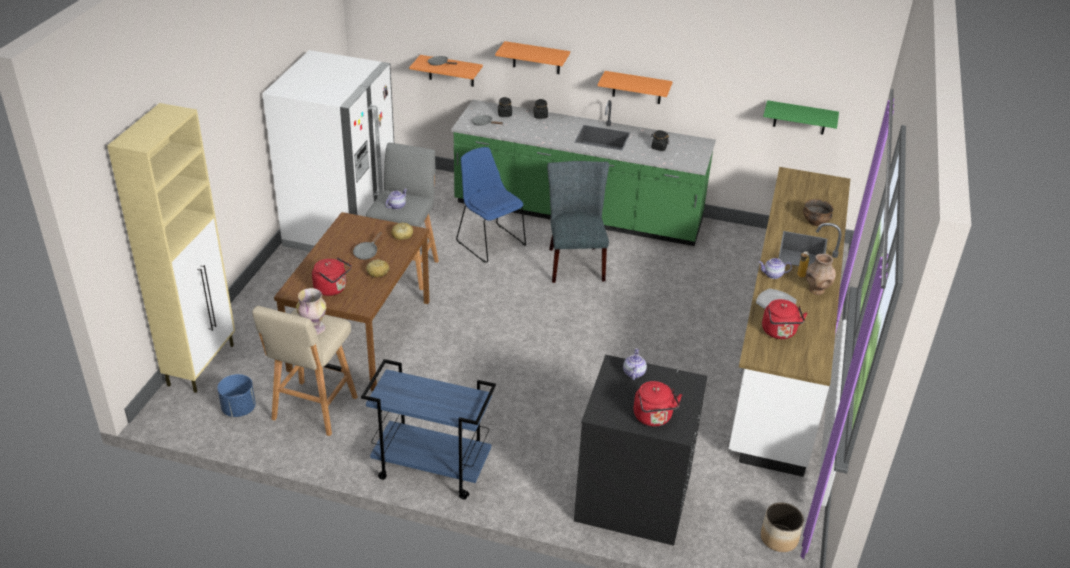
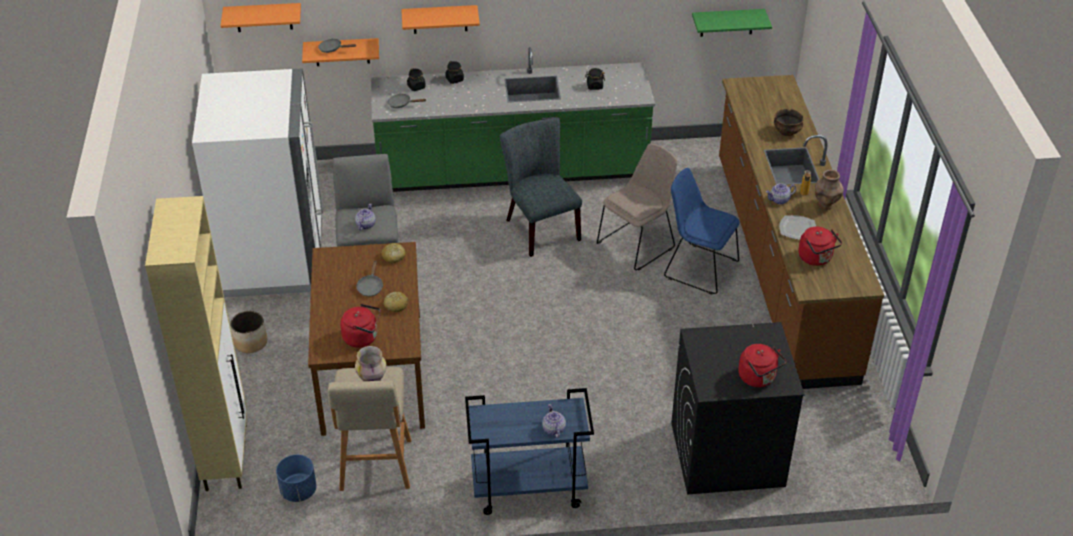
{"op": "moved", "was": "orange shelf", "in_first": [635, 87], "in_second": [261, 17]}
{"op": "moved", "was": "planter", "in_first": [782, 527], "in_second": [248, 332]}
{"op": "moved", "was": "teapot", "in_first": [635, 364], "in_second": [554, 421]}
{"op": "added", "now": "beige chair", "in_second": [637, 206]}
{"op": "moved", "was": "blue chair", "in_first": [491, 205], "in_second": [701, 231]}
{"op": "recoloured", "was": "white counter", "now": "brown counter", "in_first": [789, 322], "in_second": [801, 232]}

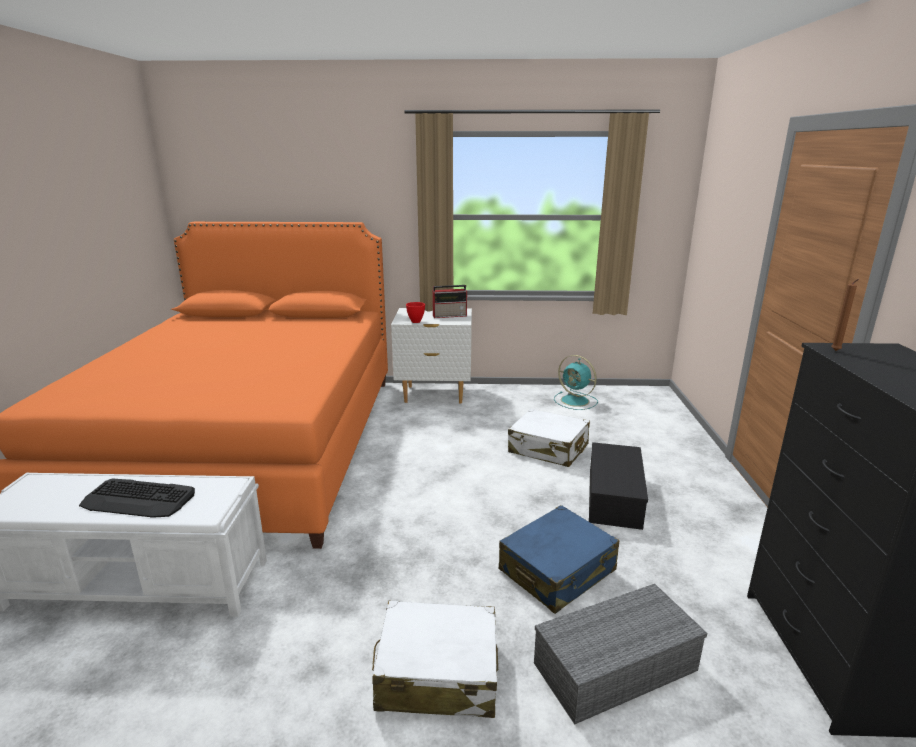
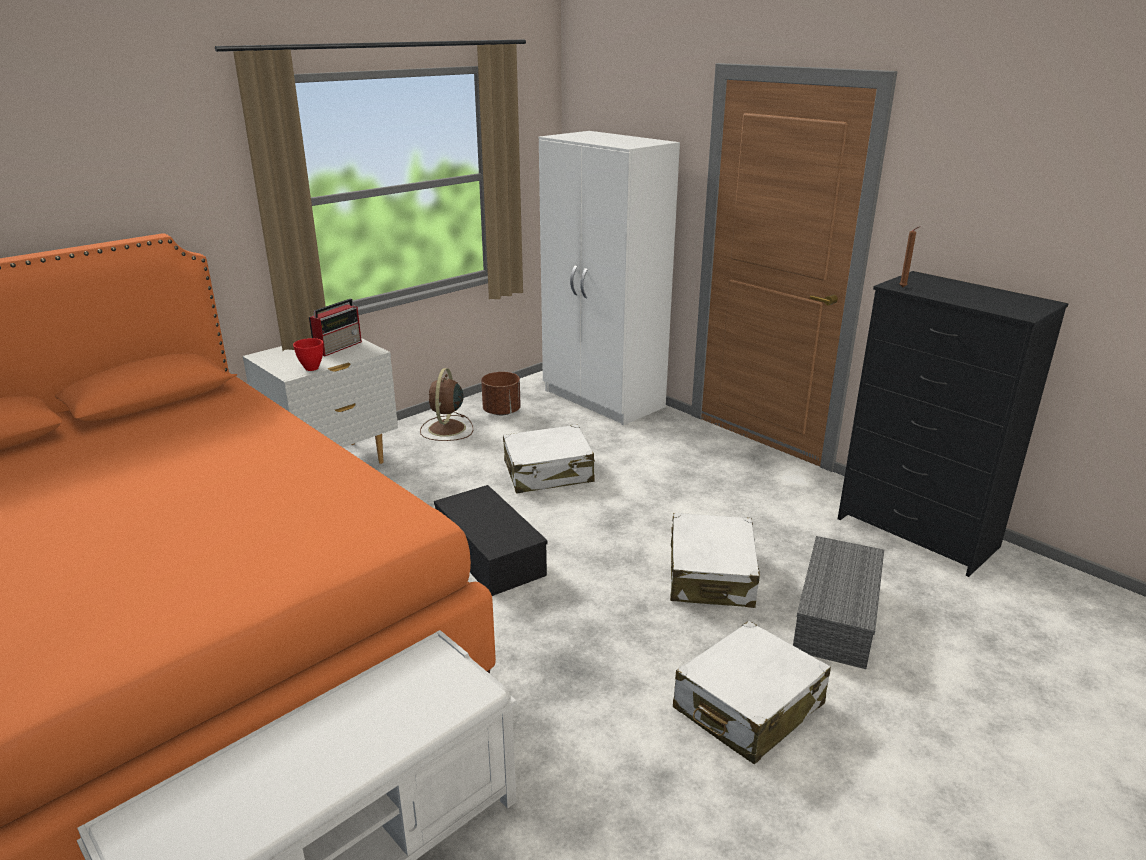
{"op": "added", "now": "brown fan", "in_second": [446, 404]}
{"op": "moved", "was": "black storage box", "in_first": [618, 486], "in_second": [491, 540]}
{"op": "replaced", "was": "turquoise fan", "now": "brown planter", "in_first": [576, 382], "in_second": [501, 393]}
{"op": "added", "now": "white wardrobe", "in_second": [609, 278]}
{"op": "recoloured", "was": "blue suitcase", "now": "white suitcase", "in_first": [559, 559], "in_second": [715, 560]}
{"op": "removed", "was": "keyboard", "in_first": [137, 498]}

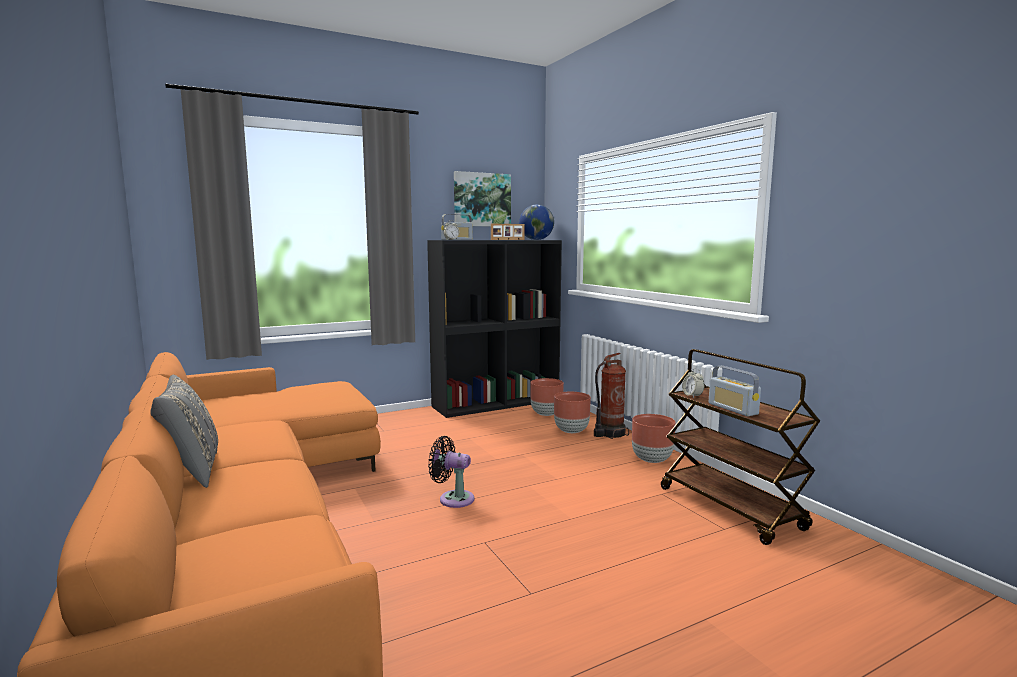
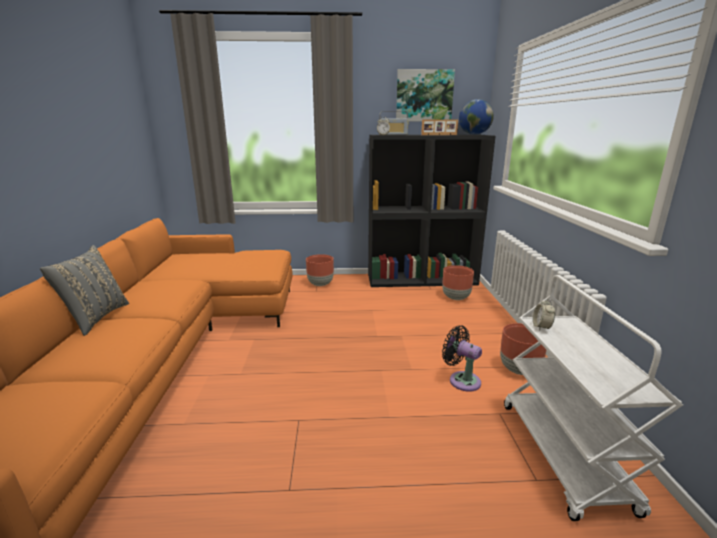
{"op": "moved", "was": "brown planter", "in_first": [572, 412], "in_second": [320, 270]}
{"op": "moved", "was": "black fan", "in_first": [451, 472], "in_second": [462, 358]}
{"op": "recoloured", "was": "brown cart", "now": "white cart", "in_first": [740, 447], "in_second": [593, 398]}
{"op": "removed", "was": "fire extinguisher", "in_first": [611, 396]}
{"op": "removed", "was": "radio", "in_first": [735, 391]}

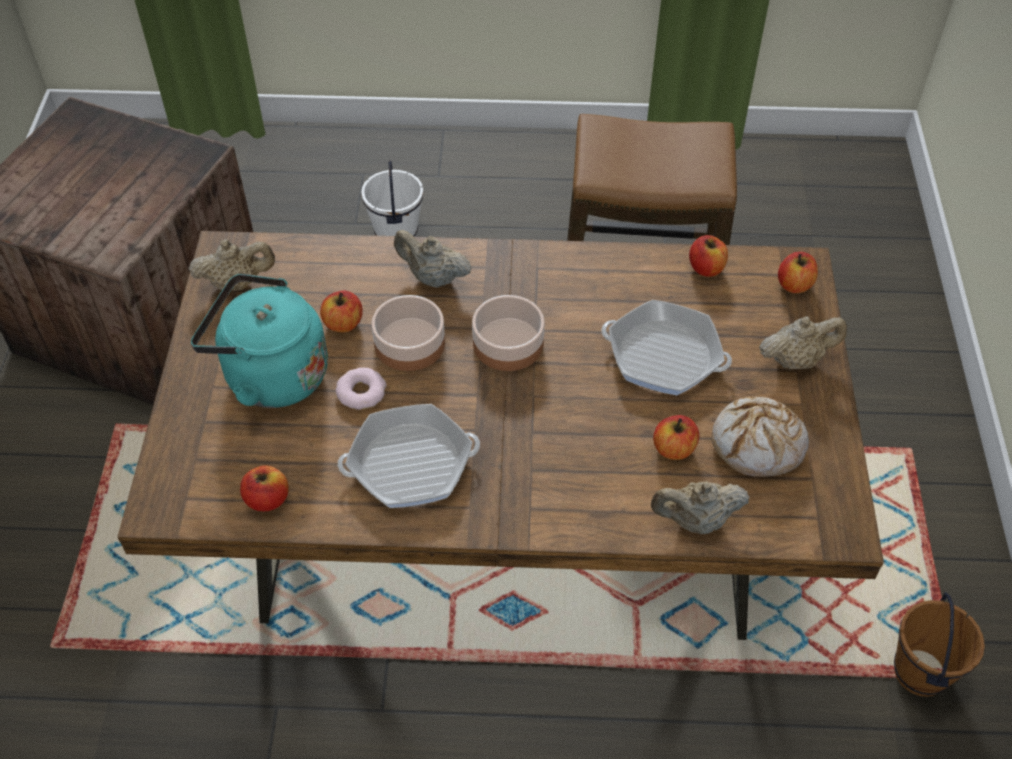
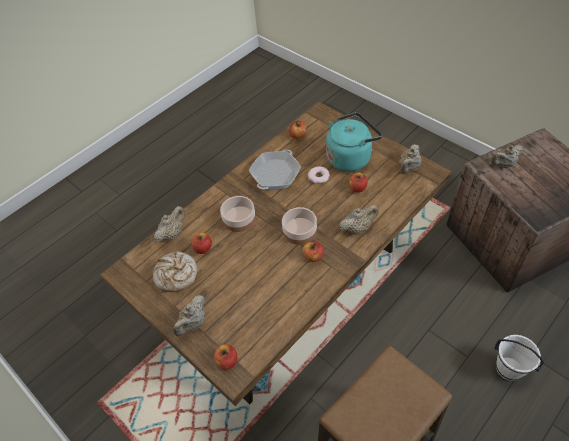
{"op": "moved", "was": "bowl", "in_first": [408, 333], "in_second": [238, 214]}
{"op": "moved", "was": "apple", "in_first": [708, 256], "in_second": [313, 251]}
{"op": "added", "now": "beige teapot", "in_second": [507, 156]}
{"op": "removed", "was": "frying pan", "in_first": [666, 347]}
{"op": "removed", "was": "brown bucket", "in_first": [939, 644]}

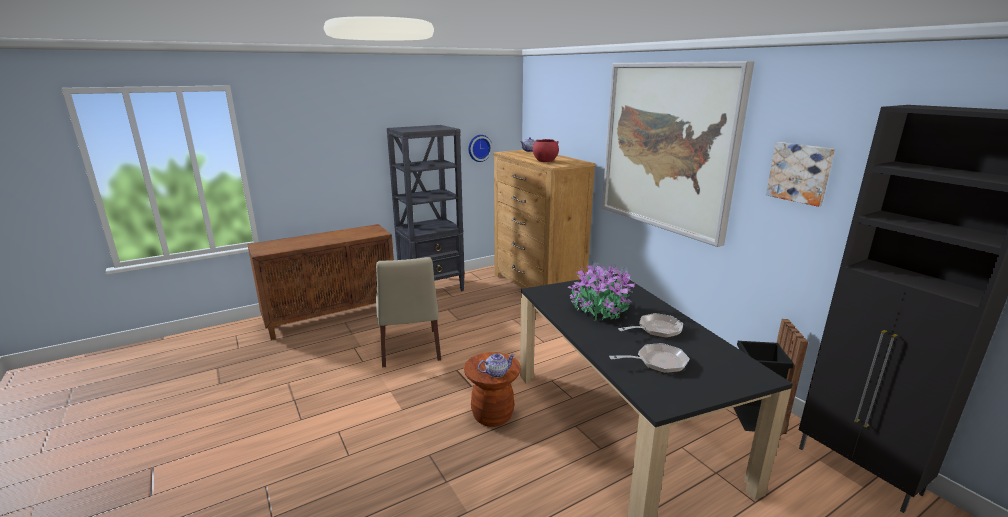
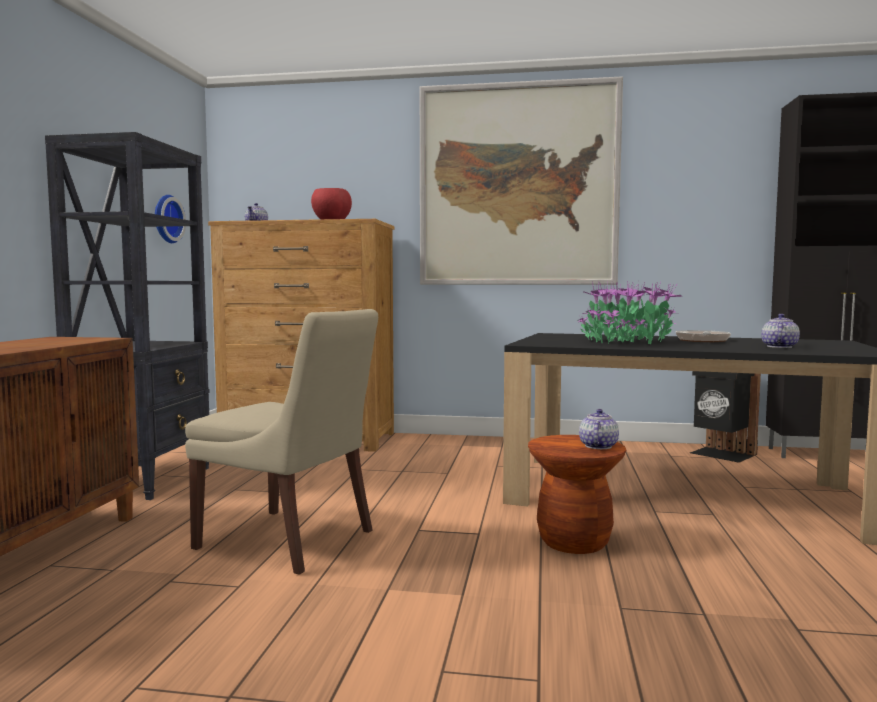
{"op": "replaced", "was": "frying pan", "now": "teapot", "in_first": [649, 358], "in_second": [780, 331]}
{"op": "removed", "was": "picture", "in_first": [800, 174]}

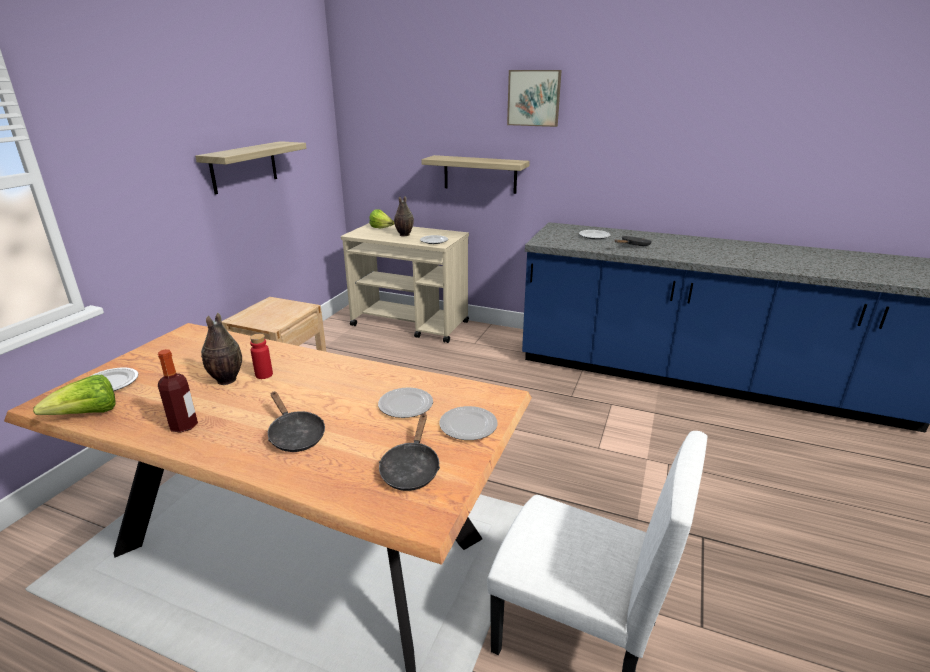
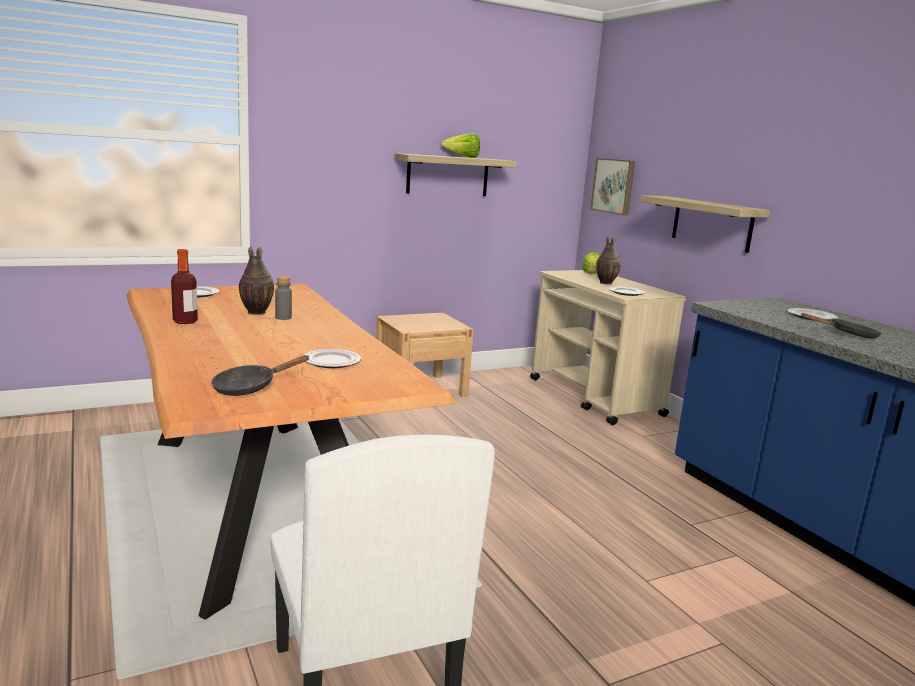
{"op": "recoloured", "was": "red bottle", "now": "grey bottle", "in_first": [261, 356], "in_second": [283, 298]}
{"op": "moved", "was": "lettuce", "in_first": [74, 395], "in_second": [460, 145]}
{"op": "moved", "was": "picture", "in_first": [534, 98], "in_second": [612, 186]}
{"op": "removed", "was": "black frying pan", "in_first": [296, 421]}
{"op": "removed", "was": "plate", "in_first": [468, 423]}

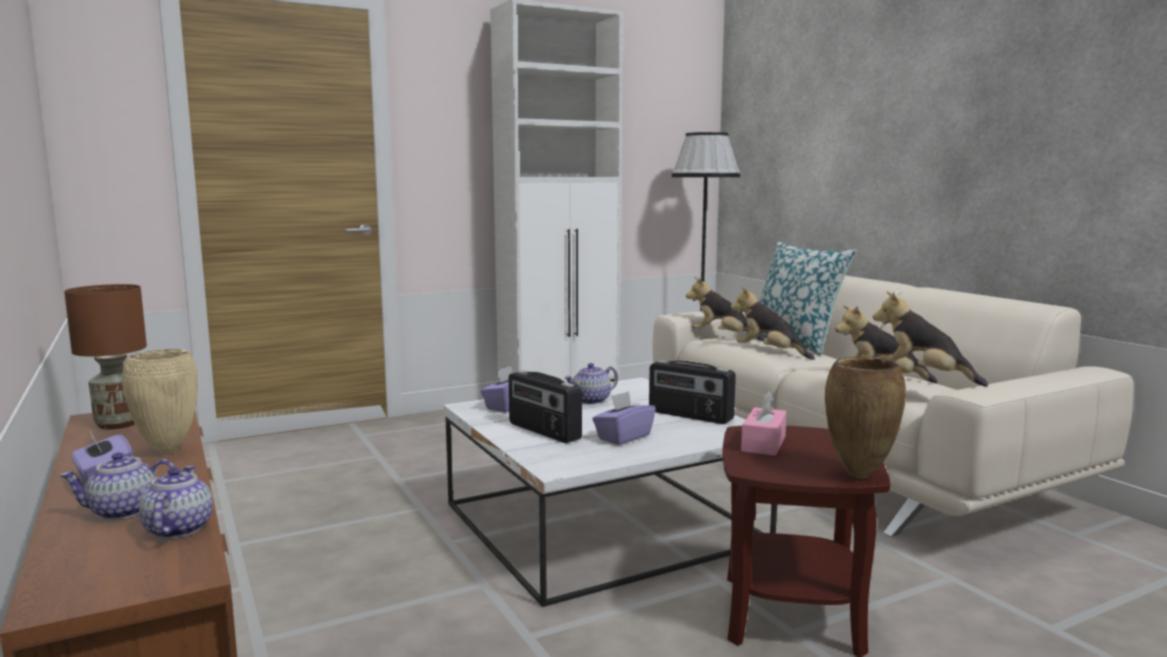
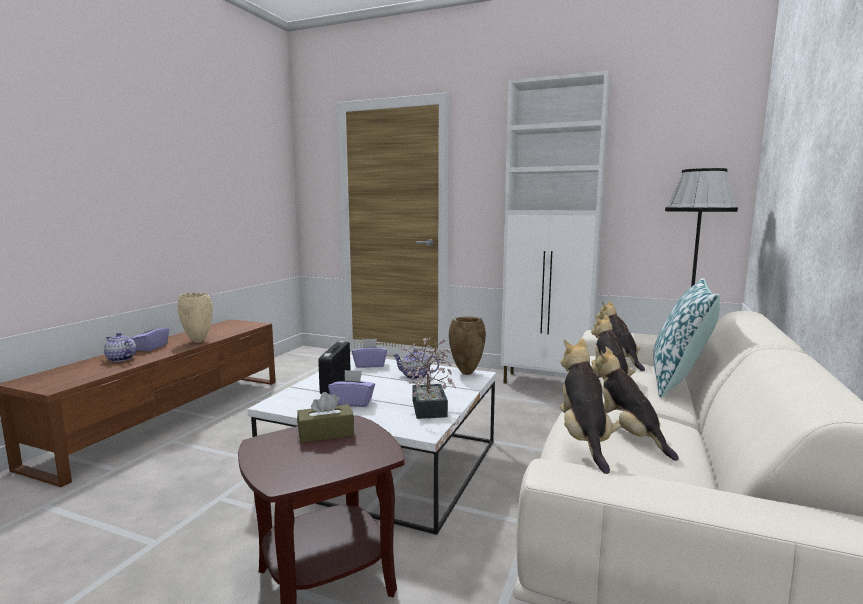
{"op": "recoloured", "was": "pink tissue box", "now": "brown tissue box", "in_first": [764, 424], "in_second": [325, 417]}
{"op": "replaced", "was": "radio", "now": "potted plant", "in_first": [692, 392], "in_second": [427, 378]}
{"op": "moved", "was": "brown vase", "in_first": [865, 418], "in_second": [467, 345]}
{"op": "removed", "was": "brown table lamp", "in_first": [105, 356]}
{"op": "removed", "was": "teapot", "in_first": [176, 502]}

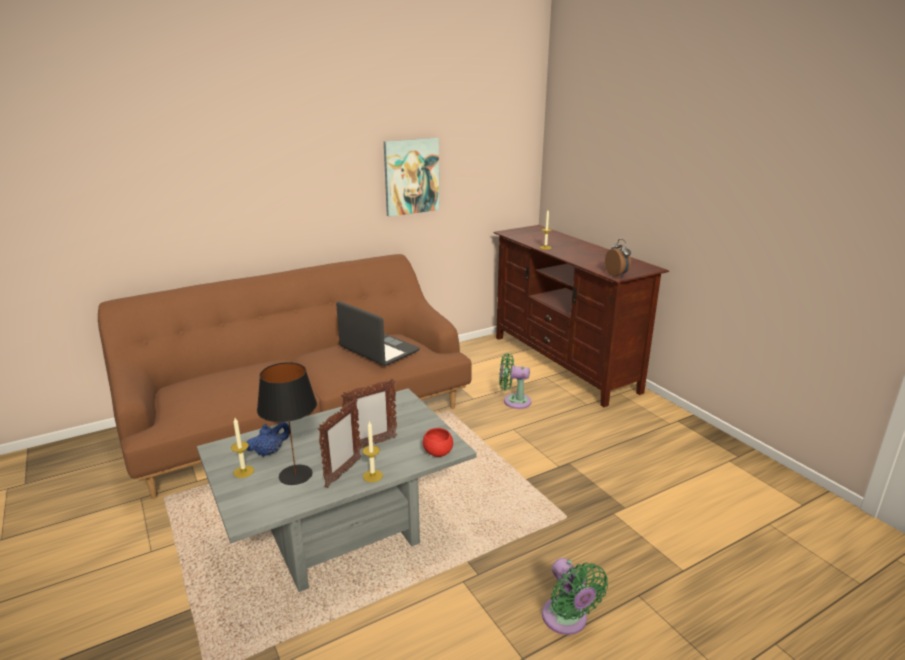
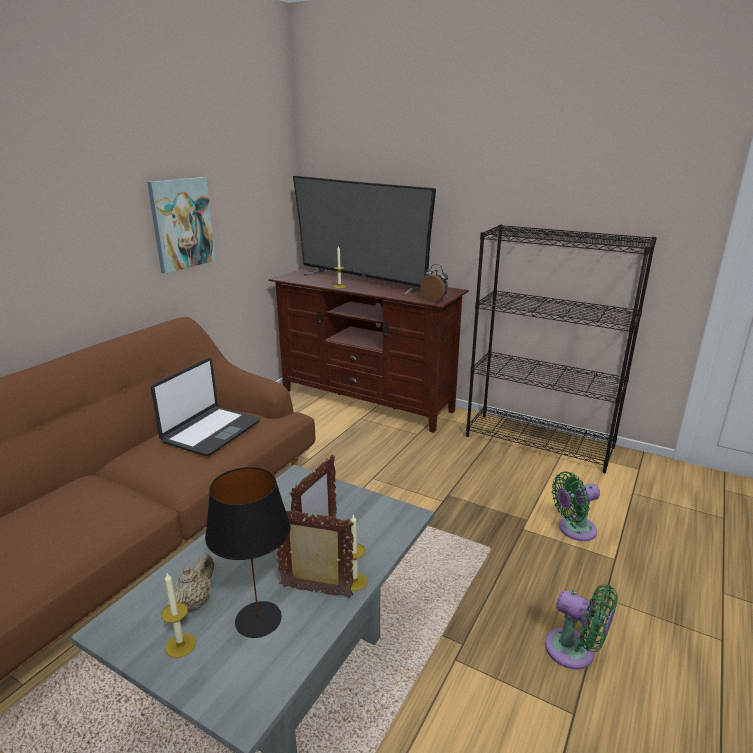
{"op": "turned", "was": "laptop", "in_first": [378, 333], "in_second": [205, 407], "clockwise": 105}
{"op": "recoloured", "was": "blue teapot", "now": "beige teapot", "in_first": [268, 439], "in_second": [190, 583]}
{"op": "turned", "was": "picture frame", "in_first": [339, 443], "in_second": [315, 554], "clockwise": -75}
{"op": "added", "now": "television", "in_second": [364, 236]}
{"op": "added", "now": "black bookcase", "in_second": [561, 348]}
{"op": "moved", "was": "green fan", "in_first": [515, 381], "in_second": [576, 506]}
{"op": "removed", "was": "red bowl", "in_first": [438, 442]}

